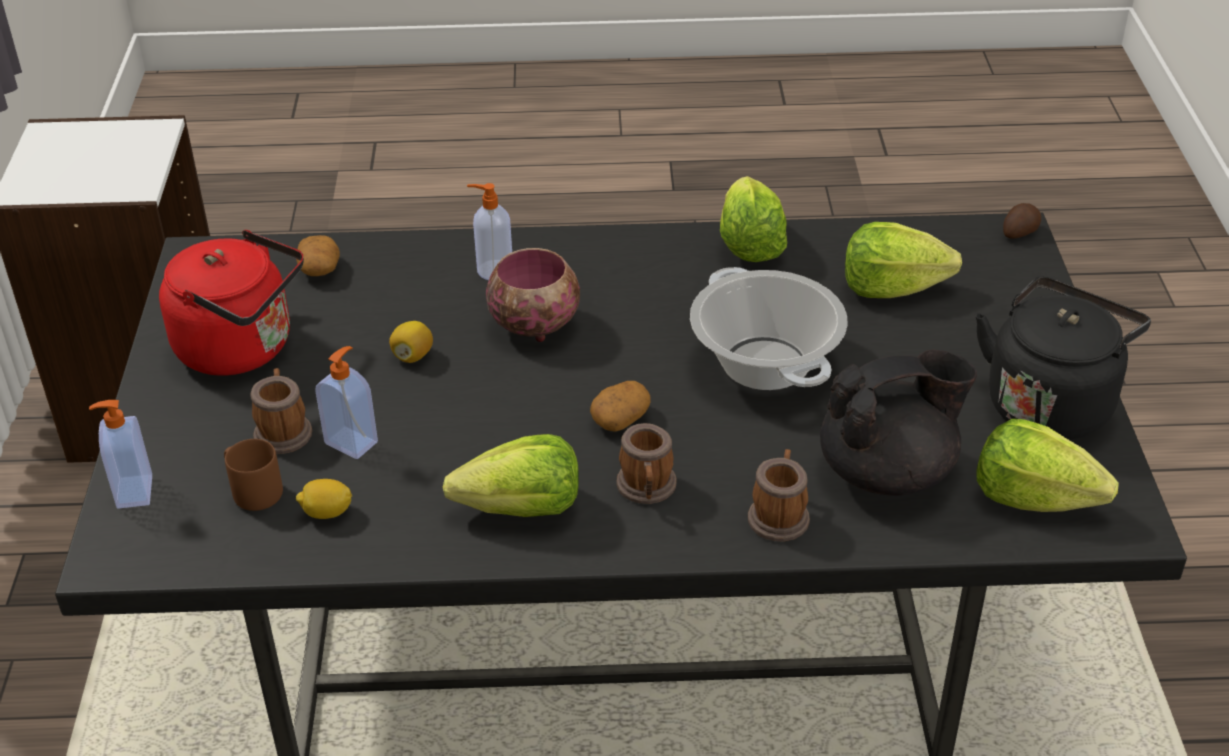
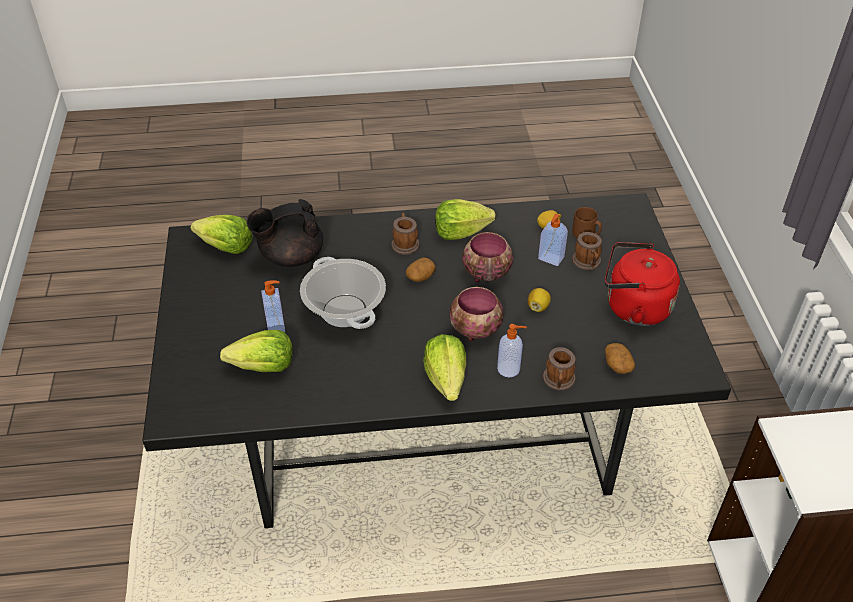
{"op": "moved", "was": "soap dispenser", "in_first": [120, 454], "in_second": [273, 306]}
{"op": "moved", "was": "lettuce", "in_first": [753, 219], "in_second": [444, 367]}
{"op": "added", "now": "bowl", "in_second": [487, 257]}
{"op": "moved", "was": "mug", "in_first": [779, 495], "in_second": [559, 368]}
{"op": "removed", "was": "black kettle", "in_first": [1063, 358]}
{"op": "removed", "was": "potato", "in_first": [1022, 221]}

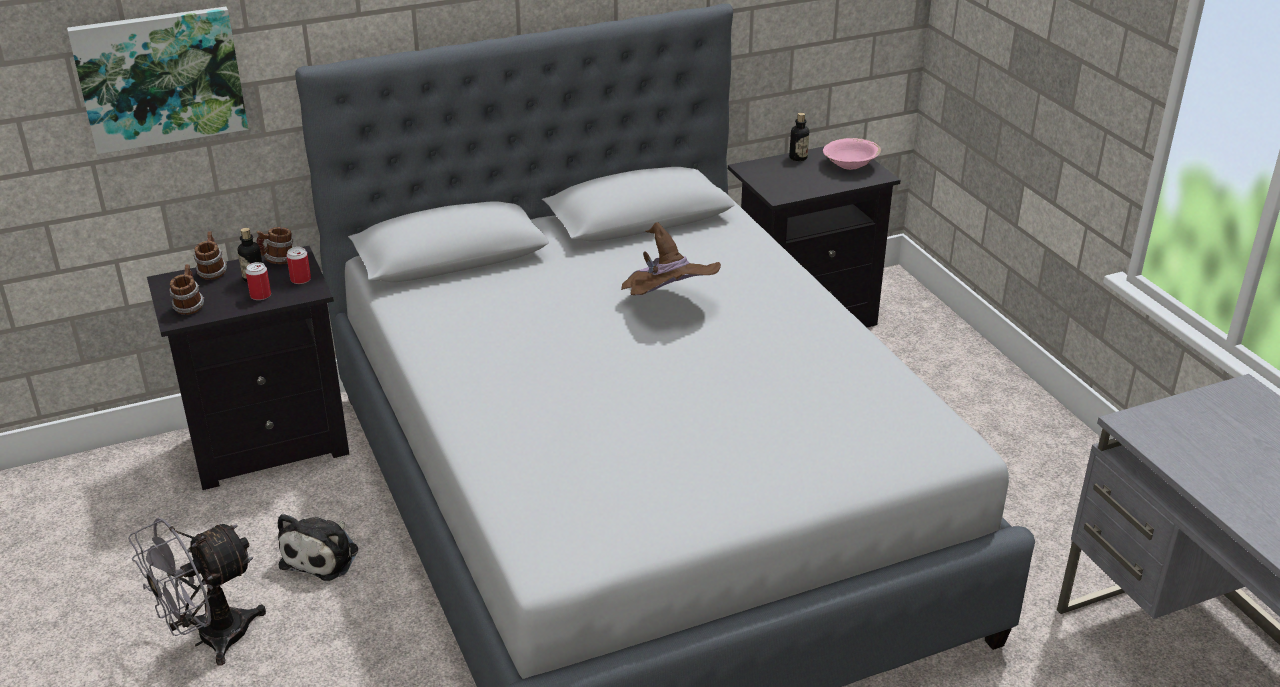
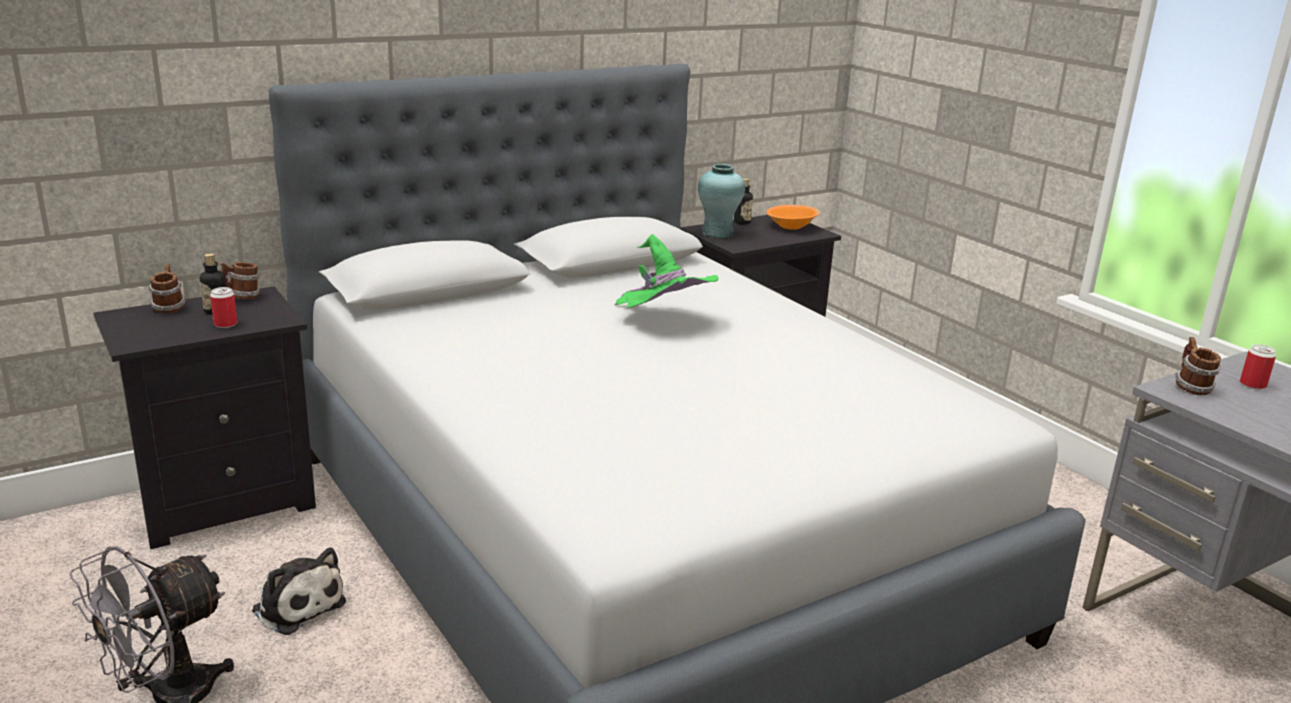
{"op": "turned", "was": "plush toy", "in_first": [317, 547], "in_second": [299, 591], "clockwise": -60}
{"op": "recoloured", "was": "brown hat", "now": "green hat", "in_first": [671, 258], "in_second": [666, 271]}
{"op": "added", "now": "turquoise vase", "in_second": [721, 201]}
{"op": "recoloured", "was": "pink bowl", "now": "orange bowl", "in_first": [852, 154], "in_second": [793, 217]}
{"op": "moved", "was": "mug", "in_first": [186, 289], "in_second": [1198, 366]}
{"op": "moved", "was": "can", "in_first": [298, 265], "in_second": [1258, 366]}
{"op": "removed", "was": "picture", "in_first": [157, 80]}

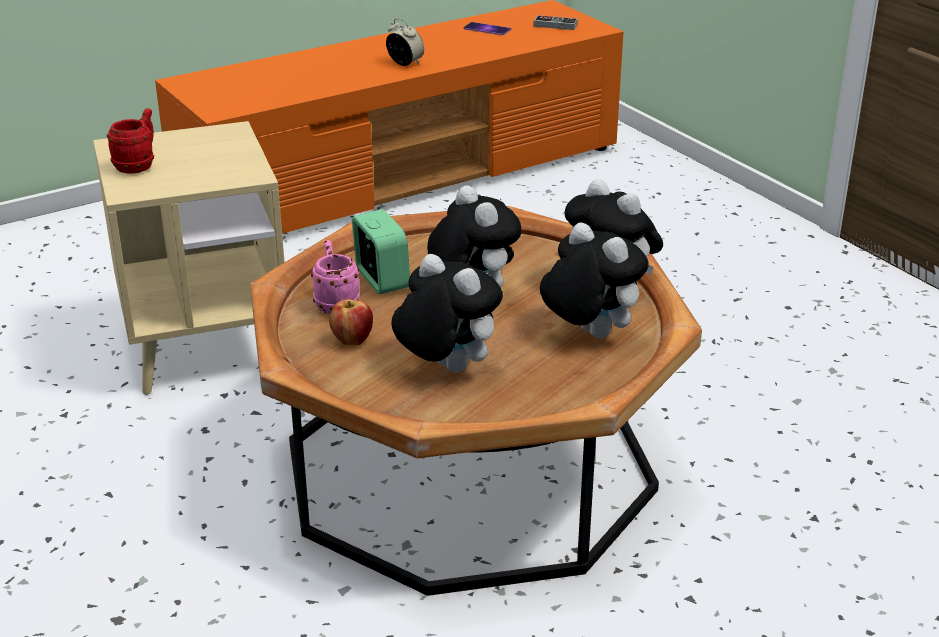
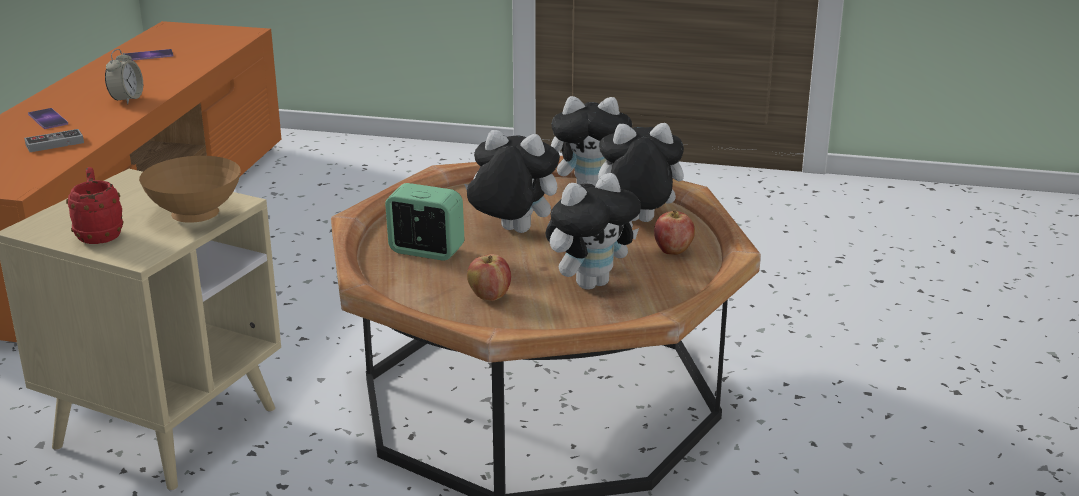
{"op": "moved", "was": "game controller", "in_first": [555, 22], "in_second": [54, 140]}
{"op": "added", "now": "phone", "in_second": [48, 118]}
{"op": "turned", "was": "alarm clock", "in_first": [405, 42], "in_second": [124, 76], "clockwise": 105}
{"op": "added", "now": "brown bowl", "in_second": [190, 189]}
{"op": "turned", "was": "plush toy", "in_first": [447, 313], "in_second": [593, 231], "clockwise": 150}
{"op": "added", "now": "apple", "in_second": [674, 233]}
{"op": "removed", "was": "pink mug", "in_first": [335, 277]}

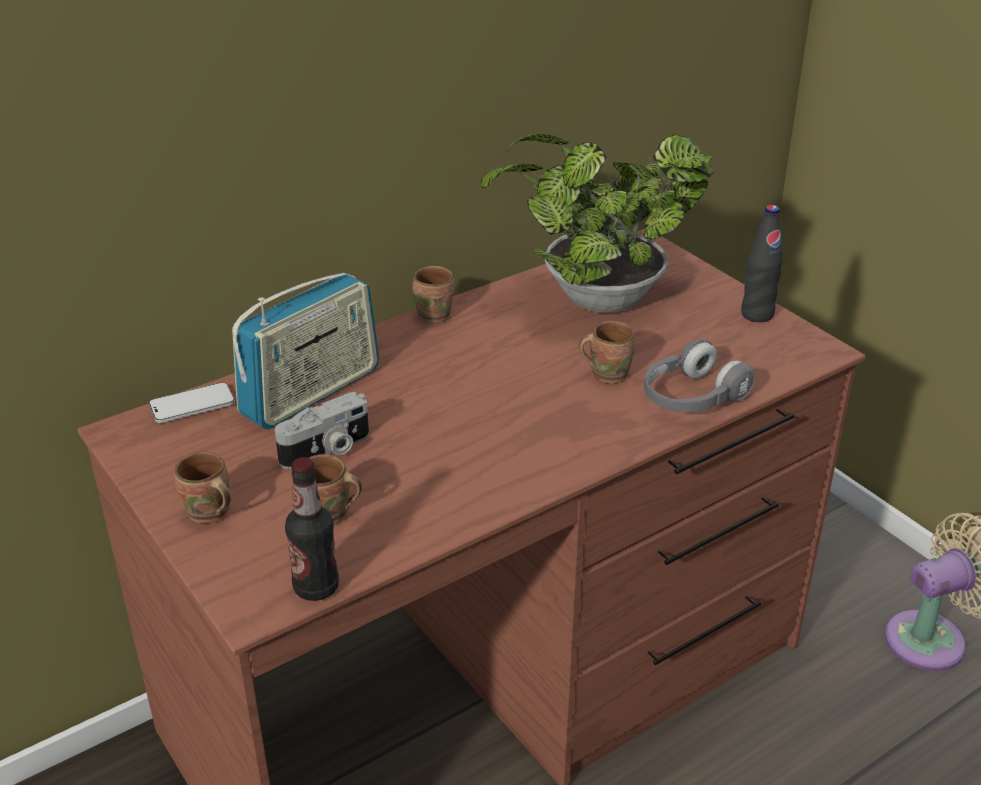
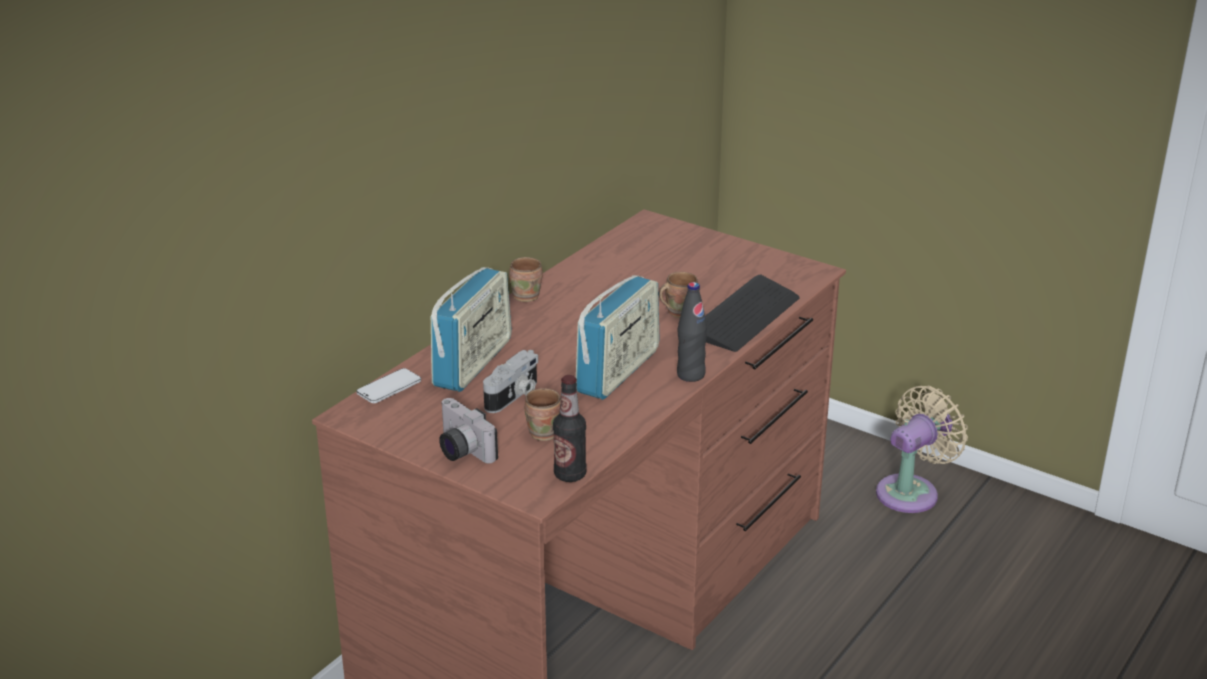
{"op": "replaced", "was": "brown mug", "now": "photo camera", "in_first": [202, 488], "in_second": [468, 430]}
{"op": "added", "now": "radio", "in_second": [618, 337]}
{"op": "moved", "was": "black bottle", "in_first": [762, 263], "in_second": [692, 332]}
{"op": "replaced", "was": "grey headphones", "now": "keyboard", "in_first": [699, 375], "in_second": [752, 313]}
{"op": "removed", "was": "potted plant", "in_first": [597, 223]}

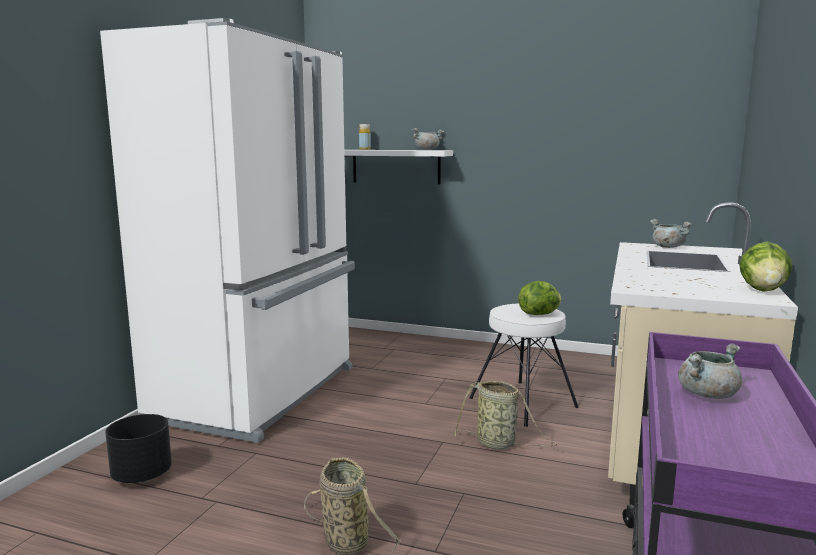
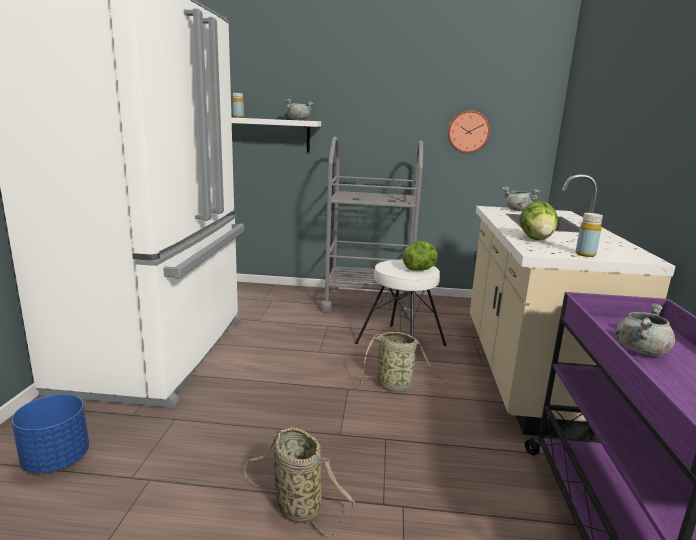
{"op": "recoloured", "was": "black planter", "now": "blue planter", "in_first": [138, 448], "in_second": [50, 433]}
{"op": "added", "now": "grey cart", "in_second": [372, 228]}
{"op": "added", "now": "wall clock", "in_second": [469, 131]}
{"op": "moved", "was": "lettuce", "in_first": [766, 267], "in_second": [538, 220]}
{"op": "added", "now": "yellow bottle", "in_second": [589, 235]}

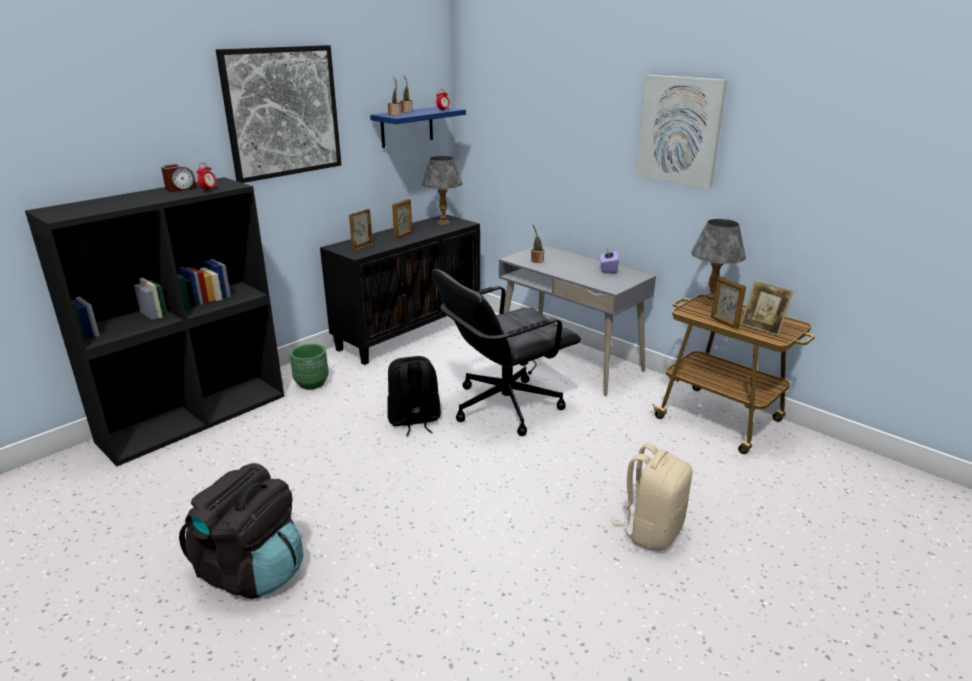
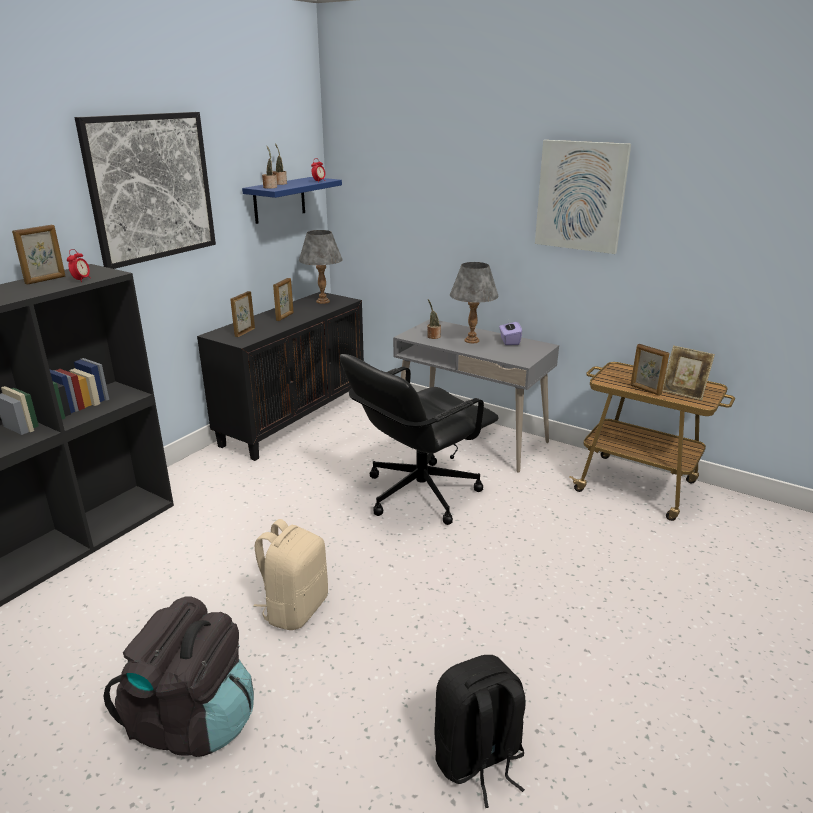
{"op": "replaced", "was": "alarm clock", "now": "picture frame", "in_first": [179, 178], "in_second": [39, 255]}
{"op": "moved", "was": "beige backpack", "in_first": [652, 496], "in_second": [291, 574]}
{"op": "moved", "was": "black backpack", "in_first": [414, 396], "in_second": [480, 731]}
{"op": "moved", "was": "grey table lamp", "in_first": [718, 262], "in_second": [474, 302]}
{"op": "removed", "was": "green planter", "in_first": [309, 367]}

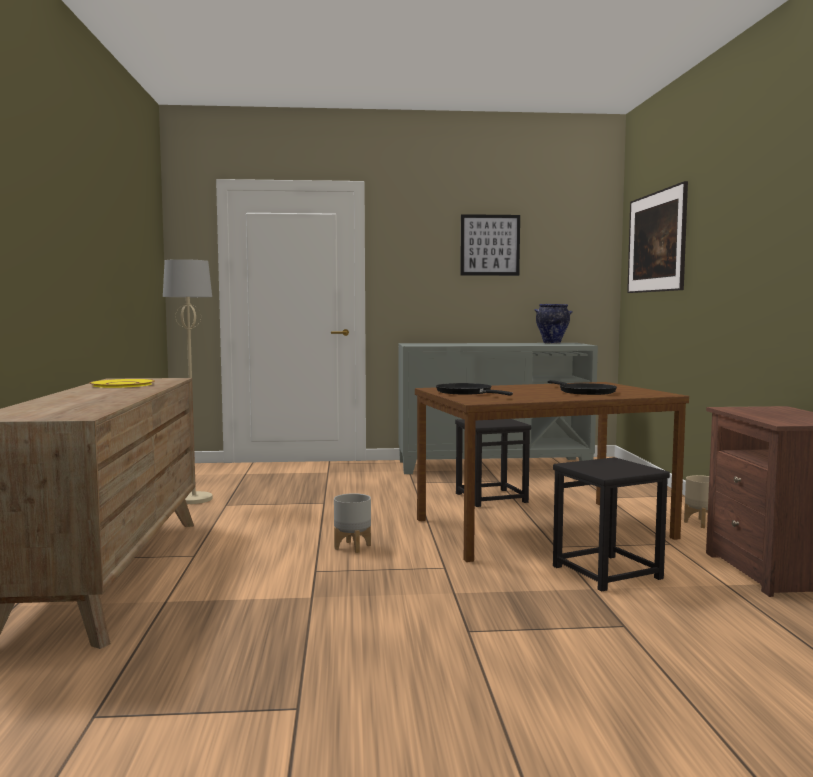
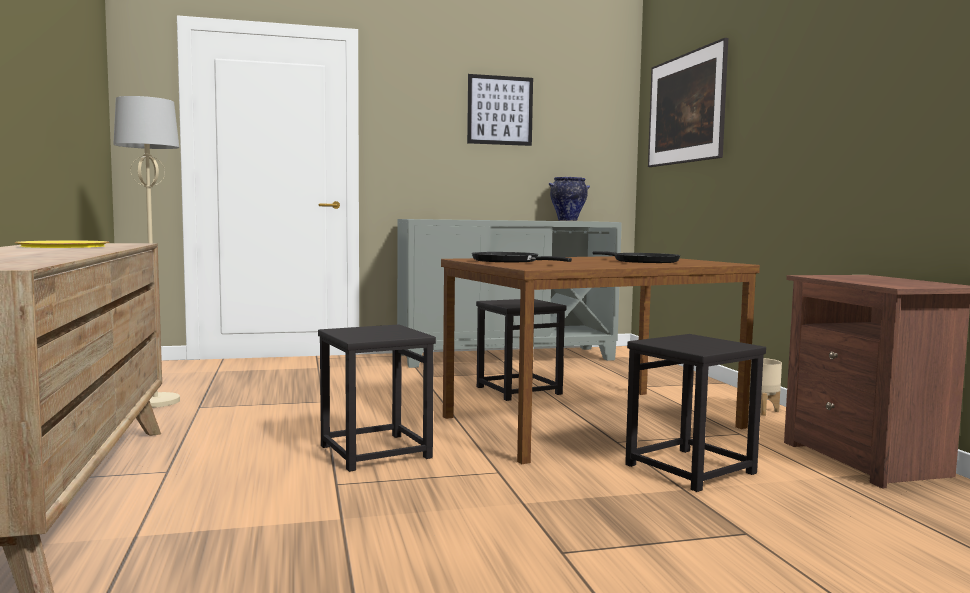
{"op": "replaced", "was": "grey planter", "now": "black stool", "in_first": [352, 523], "in_second": [377, 398]}

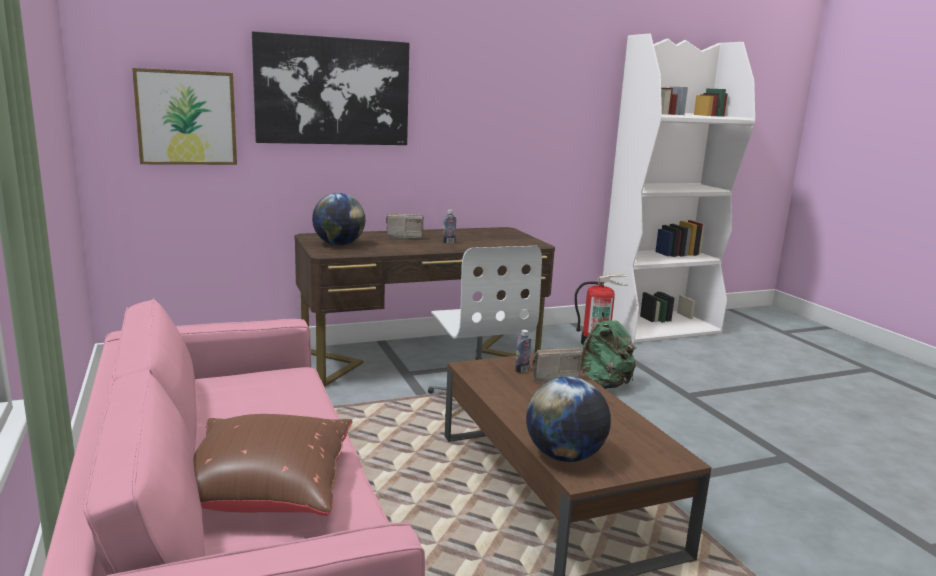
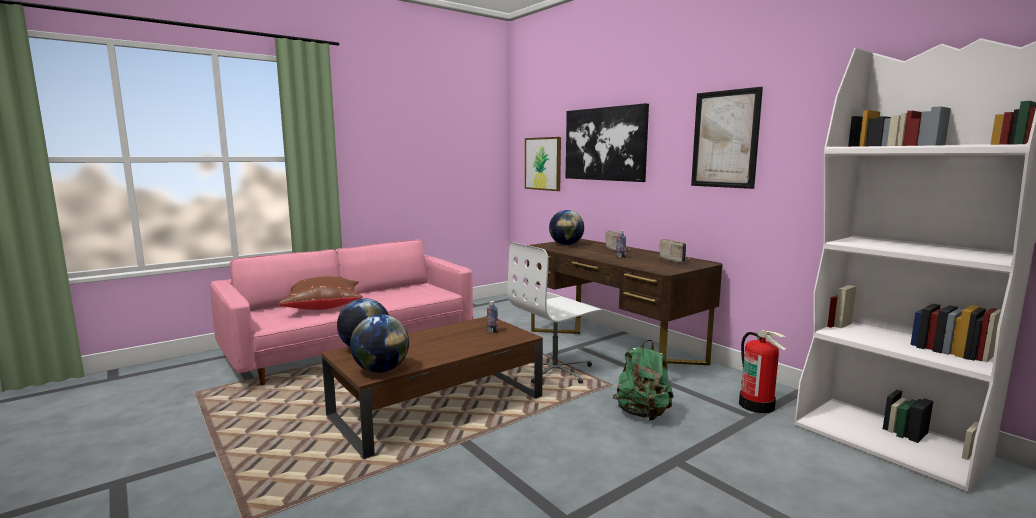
{"op": "added", "now": "globe", "in_second": [379, 344]}
{"op": "moved", "was": "radio", "in_first": [557, 365], "in_second": [674, 251]}
{"op": "added", "now": "picture", "in_second": [727, 138]}

